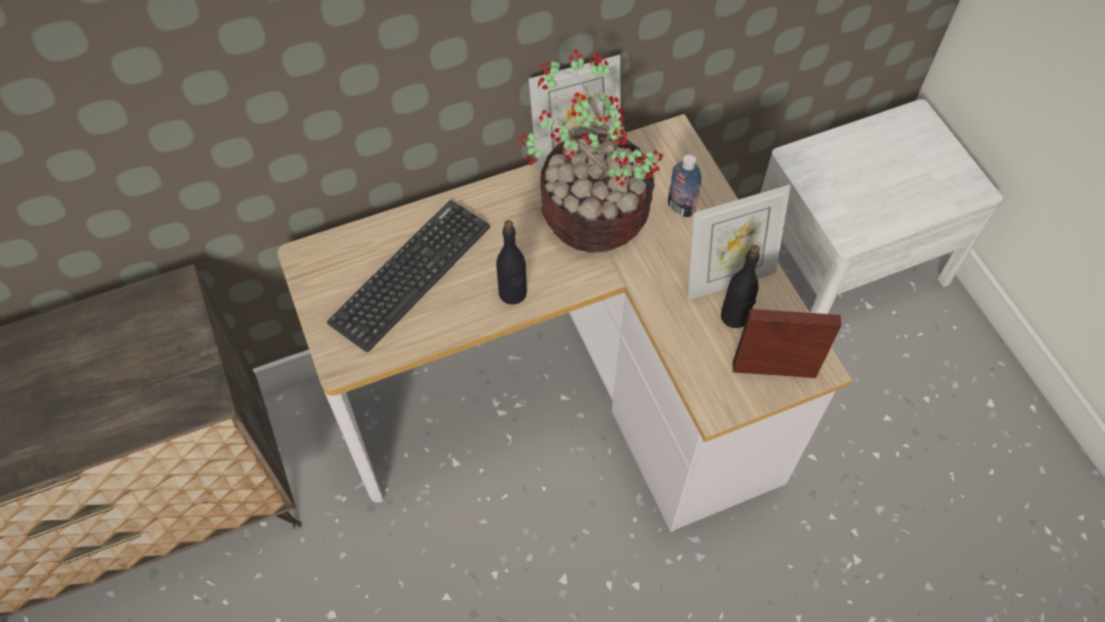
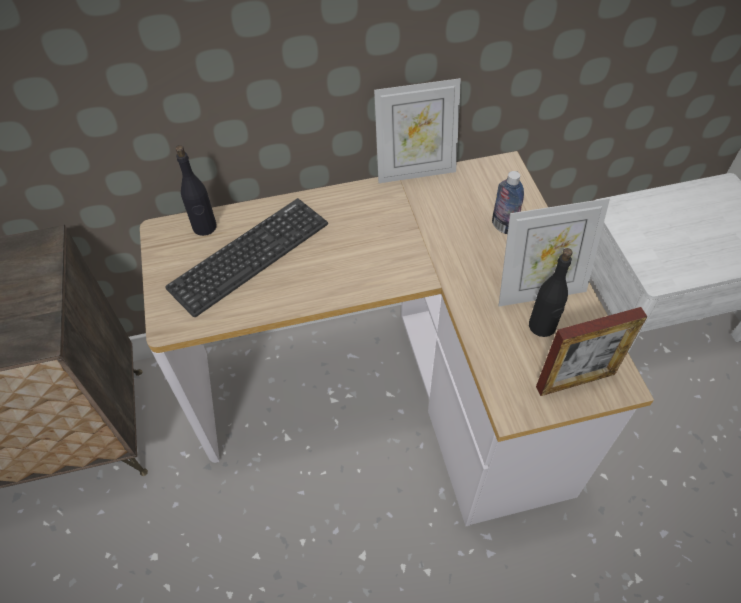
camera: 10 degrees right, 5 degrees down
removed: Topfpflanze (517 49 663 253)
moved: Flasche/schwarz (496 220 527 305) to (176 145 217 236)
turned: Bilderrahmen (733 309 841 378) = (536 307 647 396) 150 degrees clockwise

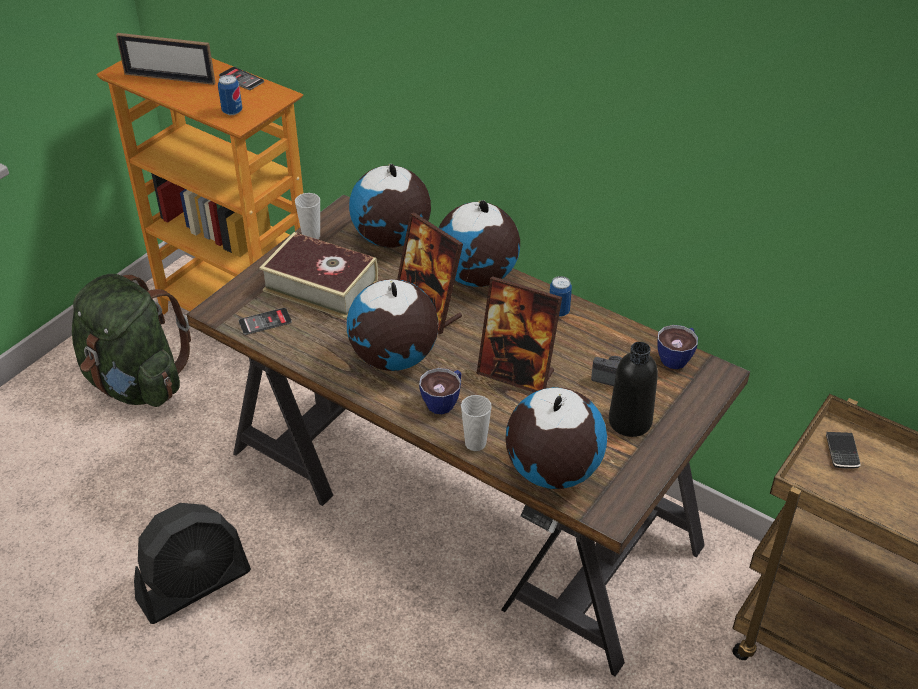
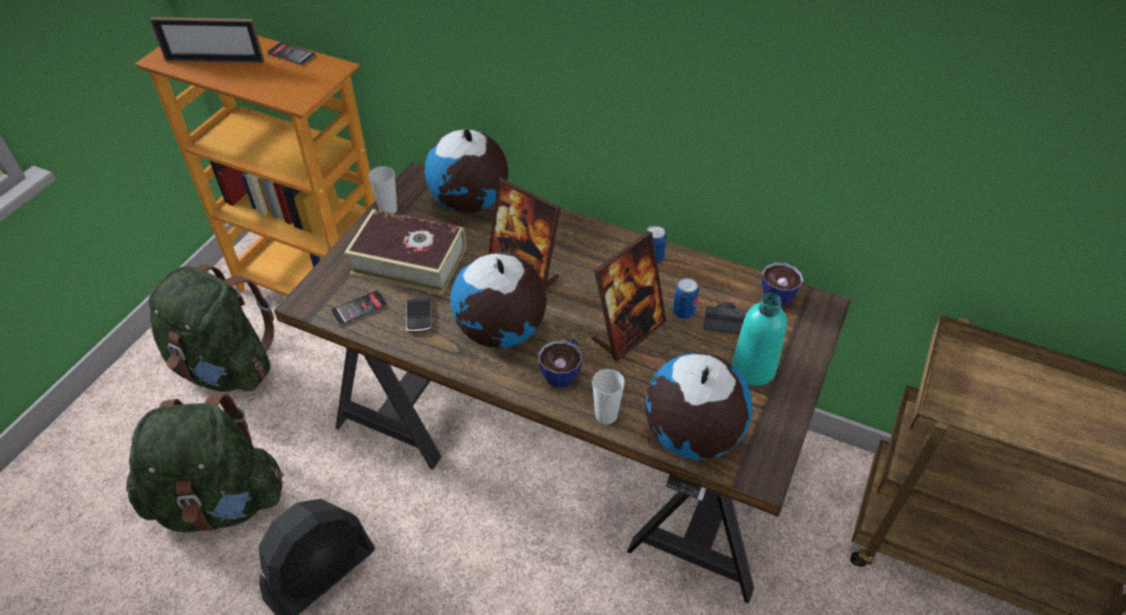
camera: 10 degrees left, 5 degrees up
removed: Globus (439 200 520 287)
added: Rucksack/grün (126 393 283 532)
moved: Dose (218 75 242 115) to (673 278 699 319); Handy (826 432 861 469) to (406 298 432 333)
recoloured: Flasche/schwarz (609 342 658 437) to Flasche/türkis (732 293 787 386)
turned: Bilderrahmen (476 276 562 392) = (592 231 667 362) 60 degrees counterclockwise

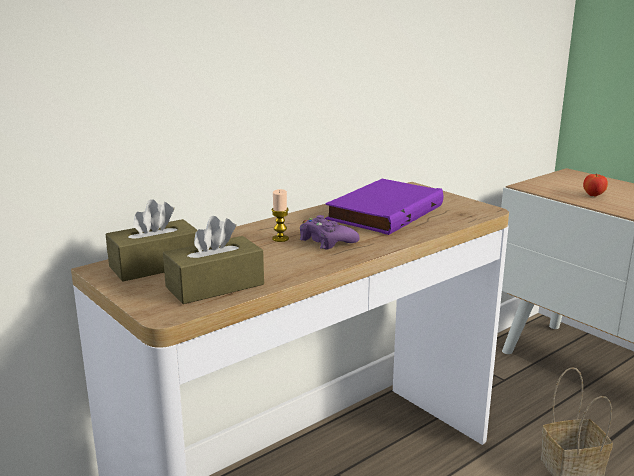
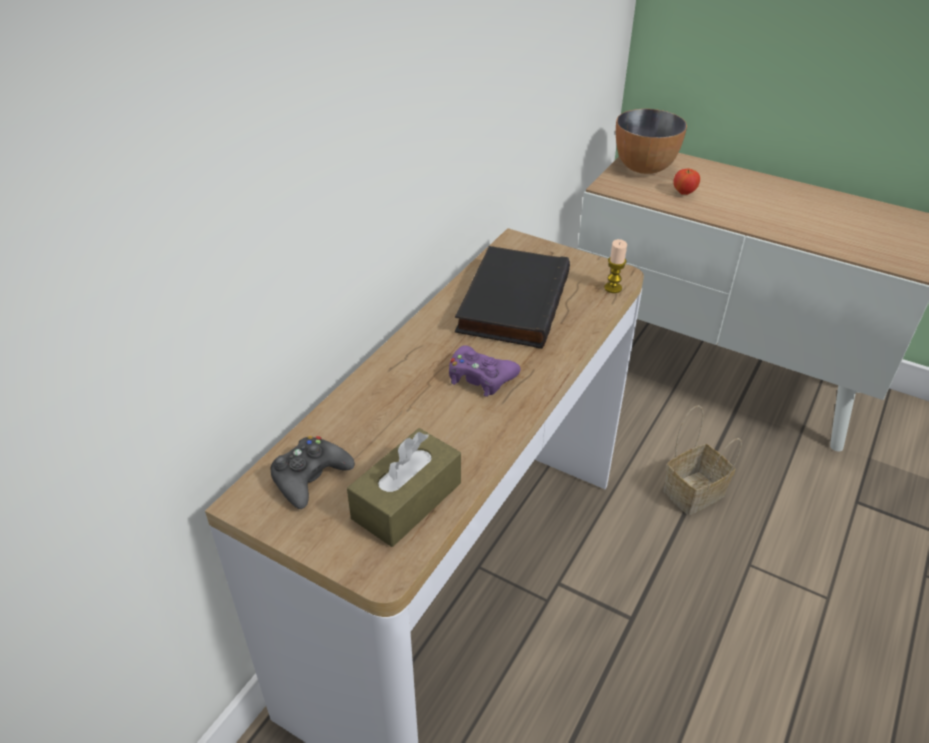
camera: 20 degrees left, 20 degrees up
added: Schüssel (616 109 687 174)
moved: Kerze (271 189 289 242) to (604 239 627 293)
replaced: Taschentuchbox/braun (106 199 198 282) to Gamepad/schwarz (270 436 355 509)
recoloured: Buch/lila (325 179 444 235) to Buch/schwarz (455 246 570 349)

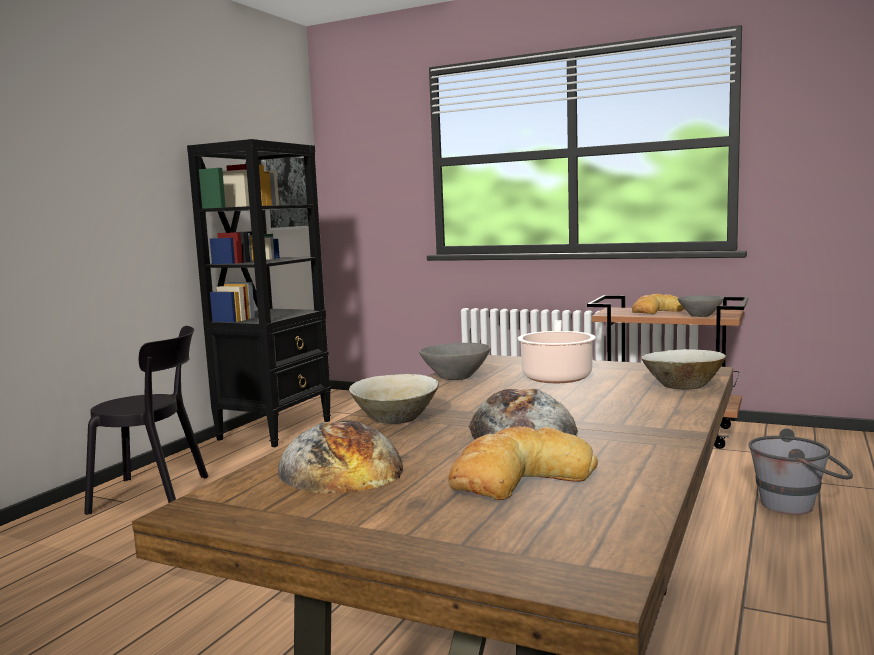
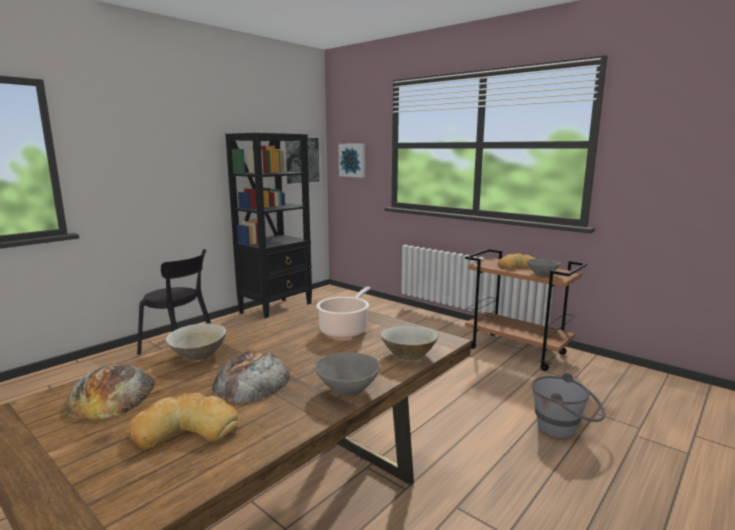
camera: 15 degrees right, 5 degrees up
added: Bild (339 143 365 178)
moved: Schüssel/grau (419 343 490 380) to (314 353 381 396)

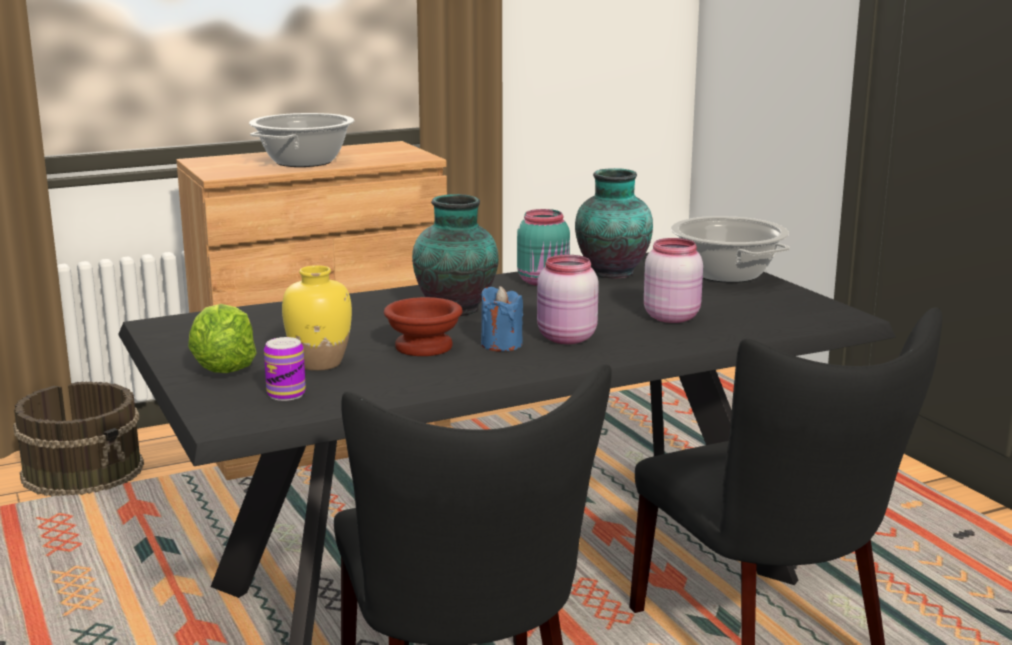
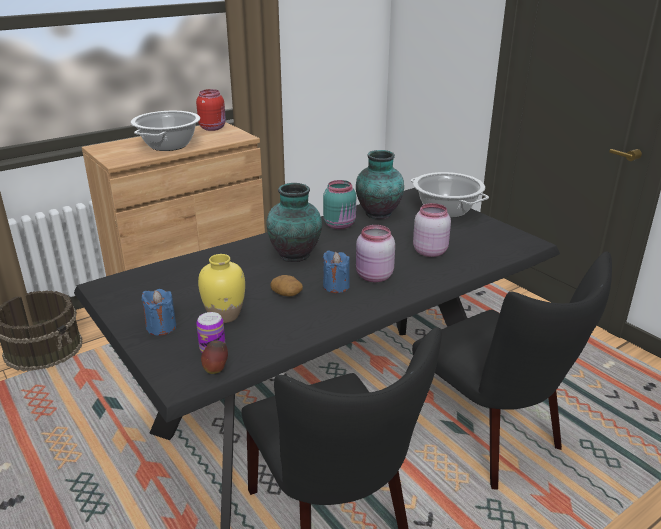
camera: 10 degrees left, 10 degrees up
added: Vorratsglas/rot (196 89 226 131); Apfel (201 340 228 374)
replaced: Salatkopf (188 304 256 373) to Kerze/blau (142 289 176 335); Schüssel/braun (384 297 462 356) to Kartoffel (270 275 303 296)

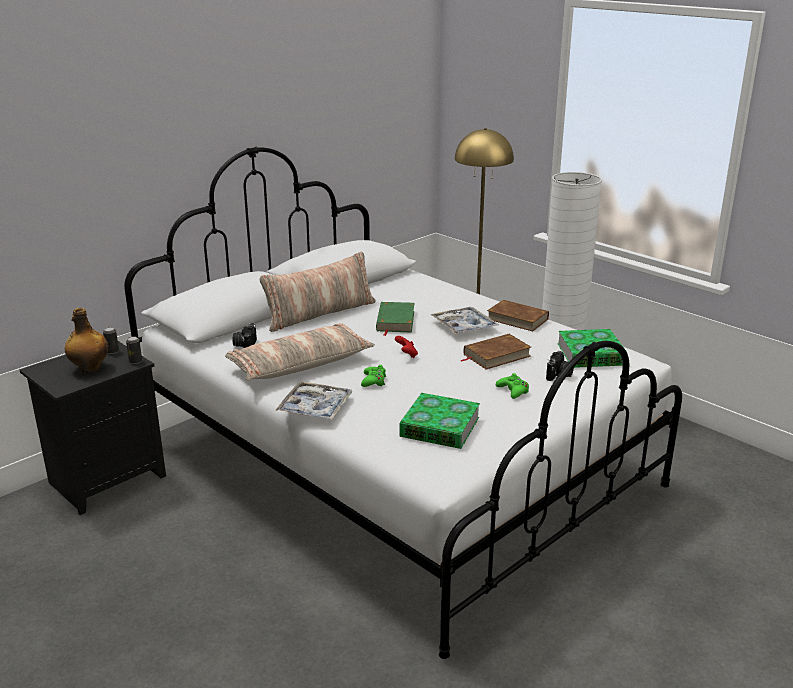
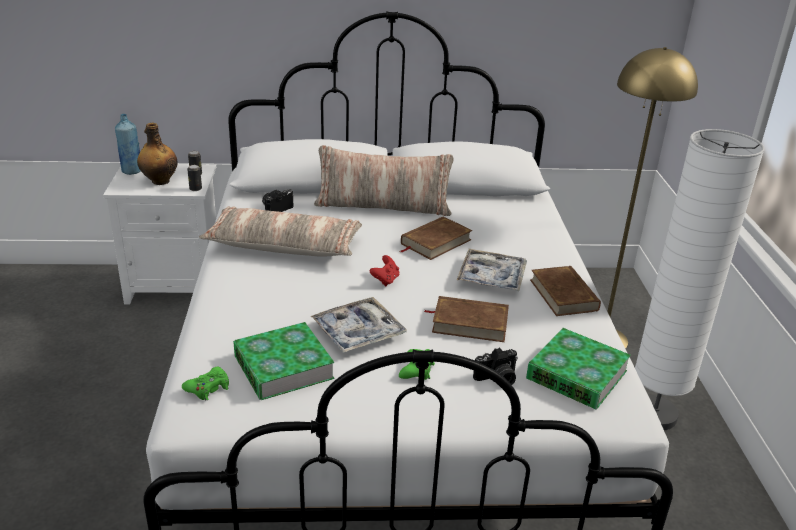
camera: 40 degrees right, 5 degrees up
added: Flasche/blau (115 114 140 175)
moved: Tablett (275 381 352 420) to (310 297 407 353); Gamepad/grün (361 365 386 387) to (182 367 229 401)
recoloured: Nachttisch/schwarz (20 341 166 515) to Nachttisch/weiß (103 164 216 304); Buch/grün (376 302 414 336) to Buch/braun (400 216 472 260)

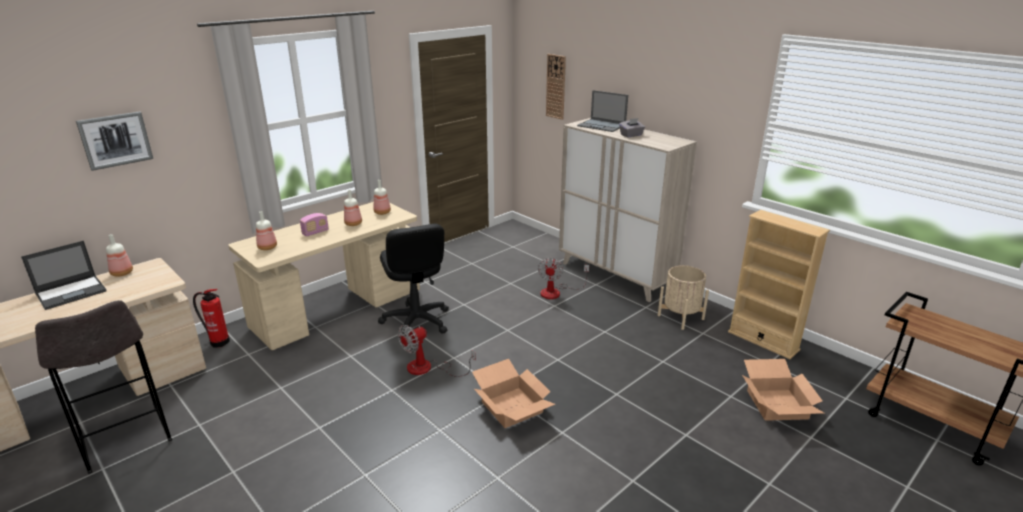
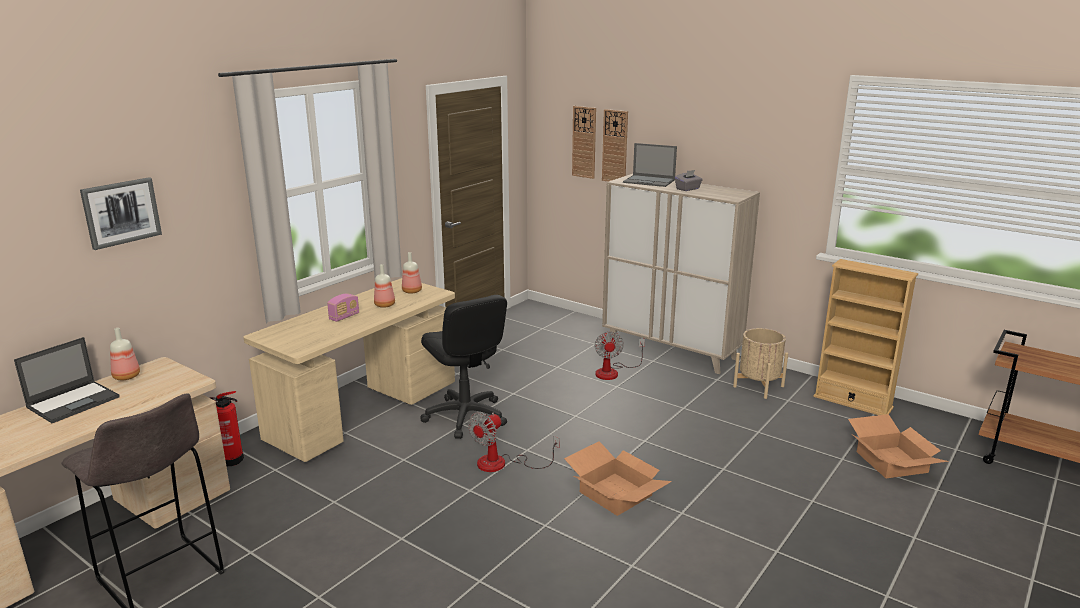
camera: 10 degrees left, 5 degrees down
removed: Flasche (256 211 277 250)
added: Wanduhr (602 109 628 182)

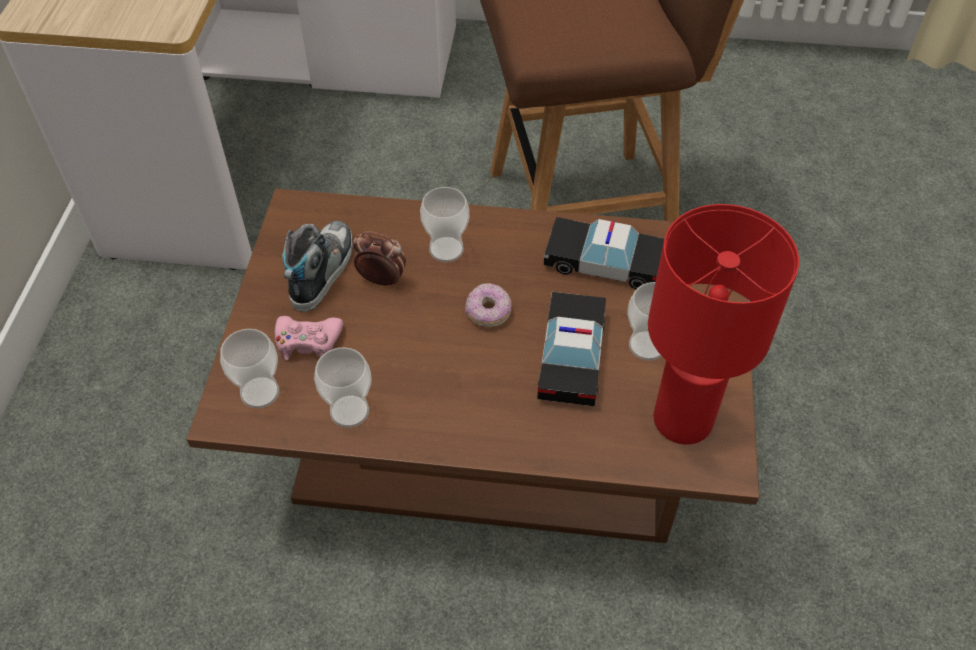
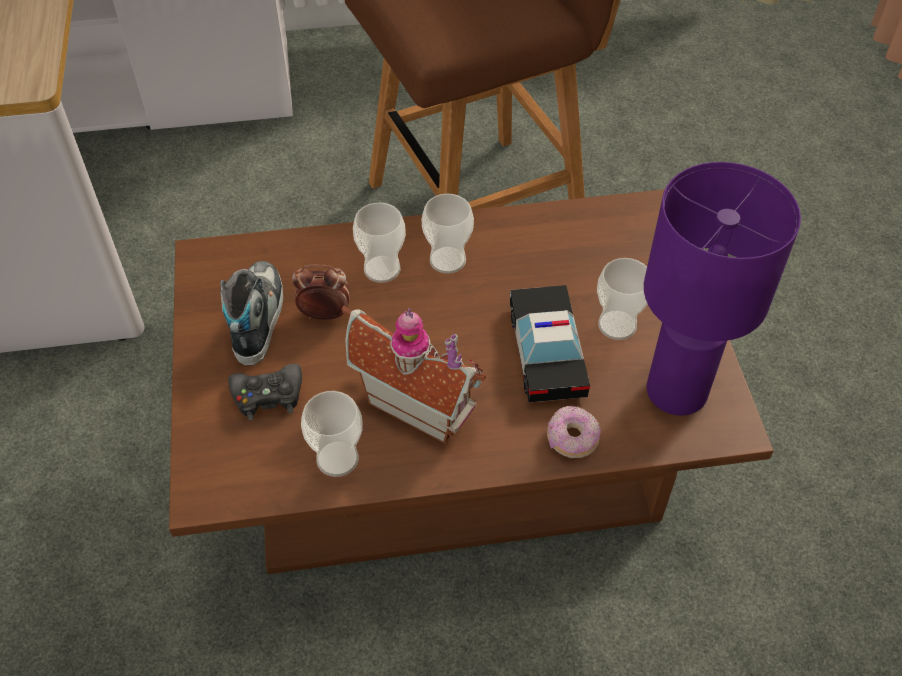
camera: 15 degrees left, 0 degrees up
removed: Spielzeugauto (544 217 664 289)
added: Spielzeughaus (341 306 486 444)
moved: Tasse (220 329 279 409) to (422 194 474 274); Donut (465 283 512 327) to (547 406 600 458)
recoloured: Gamepad/rosa (275 316 343 360) to Gamepad/schwarz (228 364 302 420); Tischlampe/rot (648 204 799 445) to Tischlampe/lila (644 162 801 416)

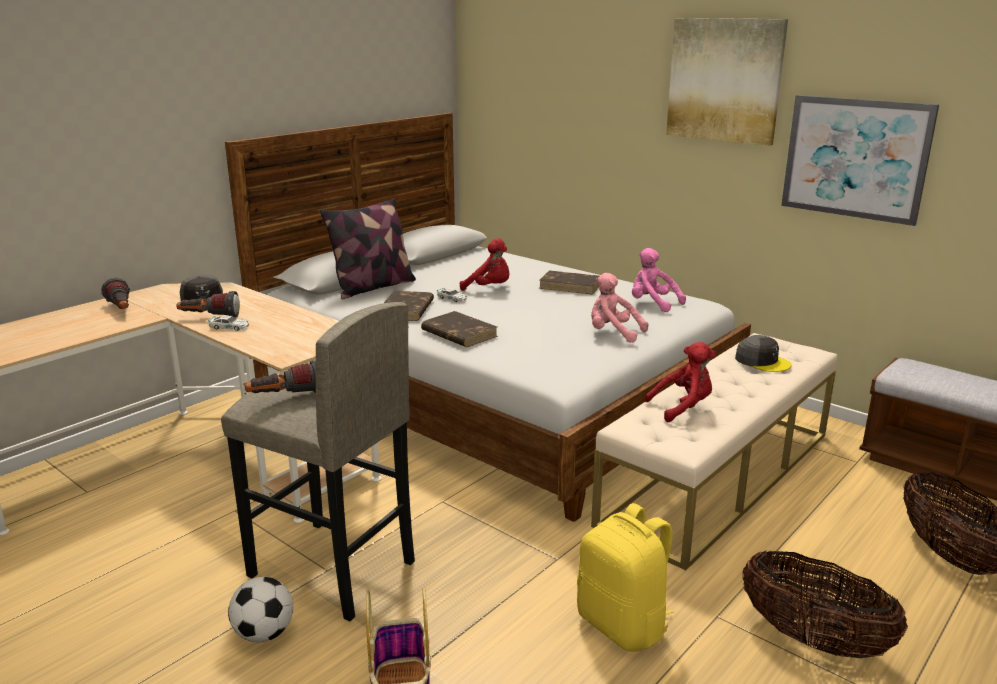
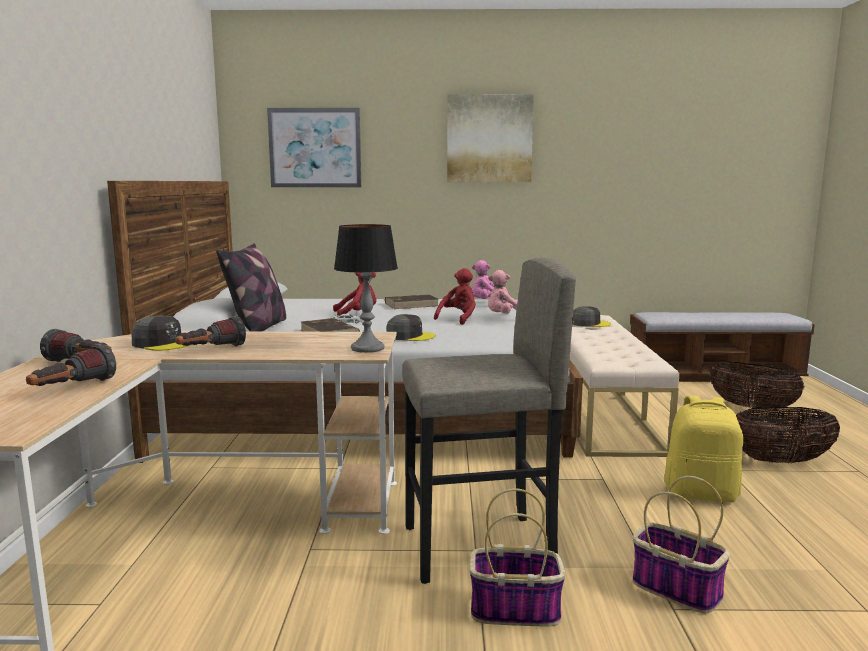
camera: 40 degrees left, 10 degrees down
removed: Spielzeugauto (208 316 250 331)
added: Tischlampe (334 224 398 353)
moved: Taschenlampe (245 360 316 393) to (26 344 116 386); Plüschtier/rot (645 342 716 422) to (434 268 476 325); Bild (781 95 939 226) to (267 108 361 188)
replaced: Fußball (228 577 293 642) to Korb (470 488 565 626); Buch/braun (421 311 498 347) to Kappe/grau (386 314 436 341)

